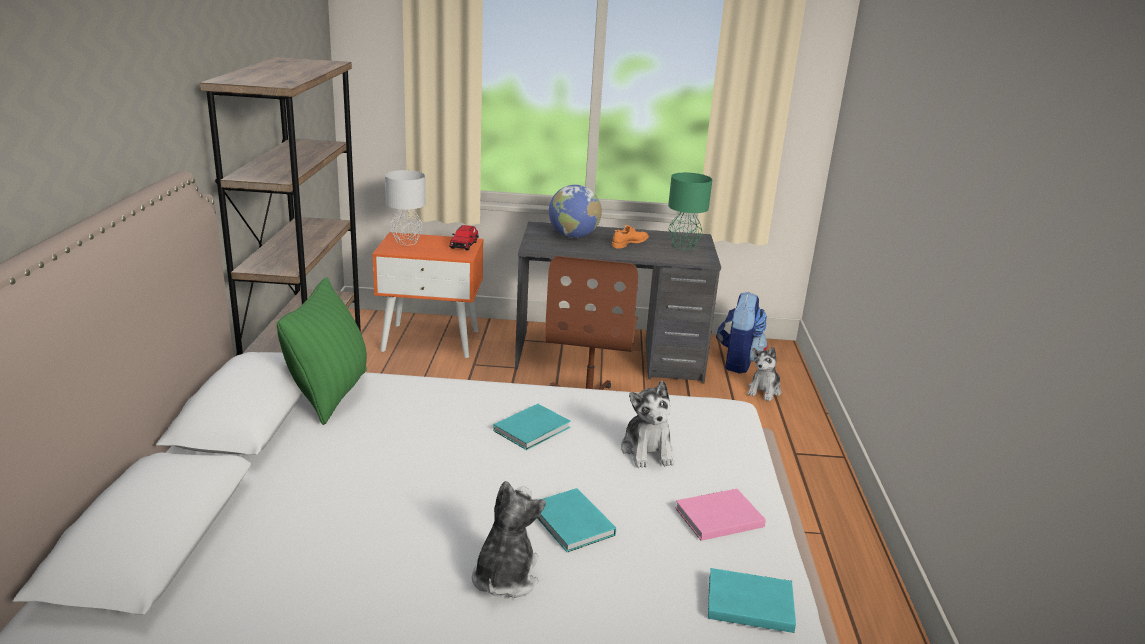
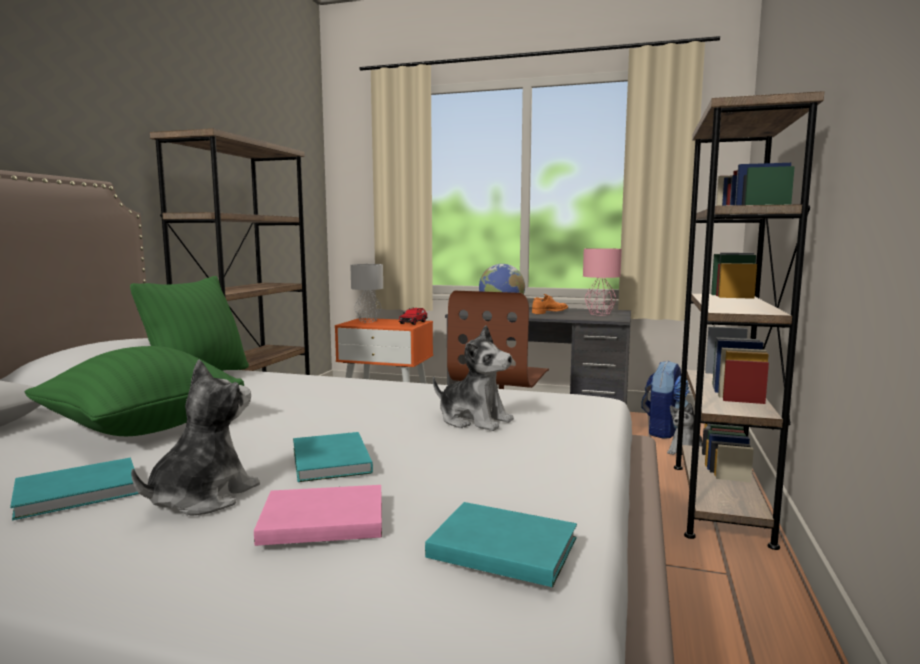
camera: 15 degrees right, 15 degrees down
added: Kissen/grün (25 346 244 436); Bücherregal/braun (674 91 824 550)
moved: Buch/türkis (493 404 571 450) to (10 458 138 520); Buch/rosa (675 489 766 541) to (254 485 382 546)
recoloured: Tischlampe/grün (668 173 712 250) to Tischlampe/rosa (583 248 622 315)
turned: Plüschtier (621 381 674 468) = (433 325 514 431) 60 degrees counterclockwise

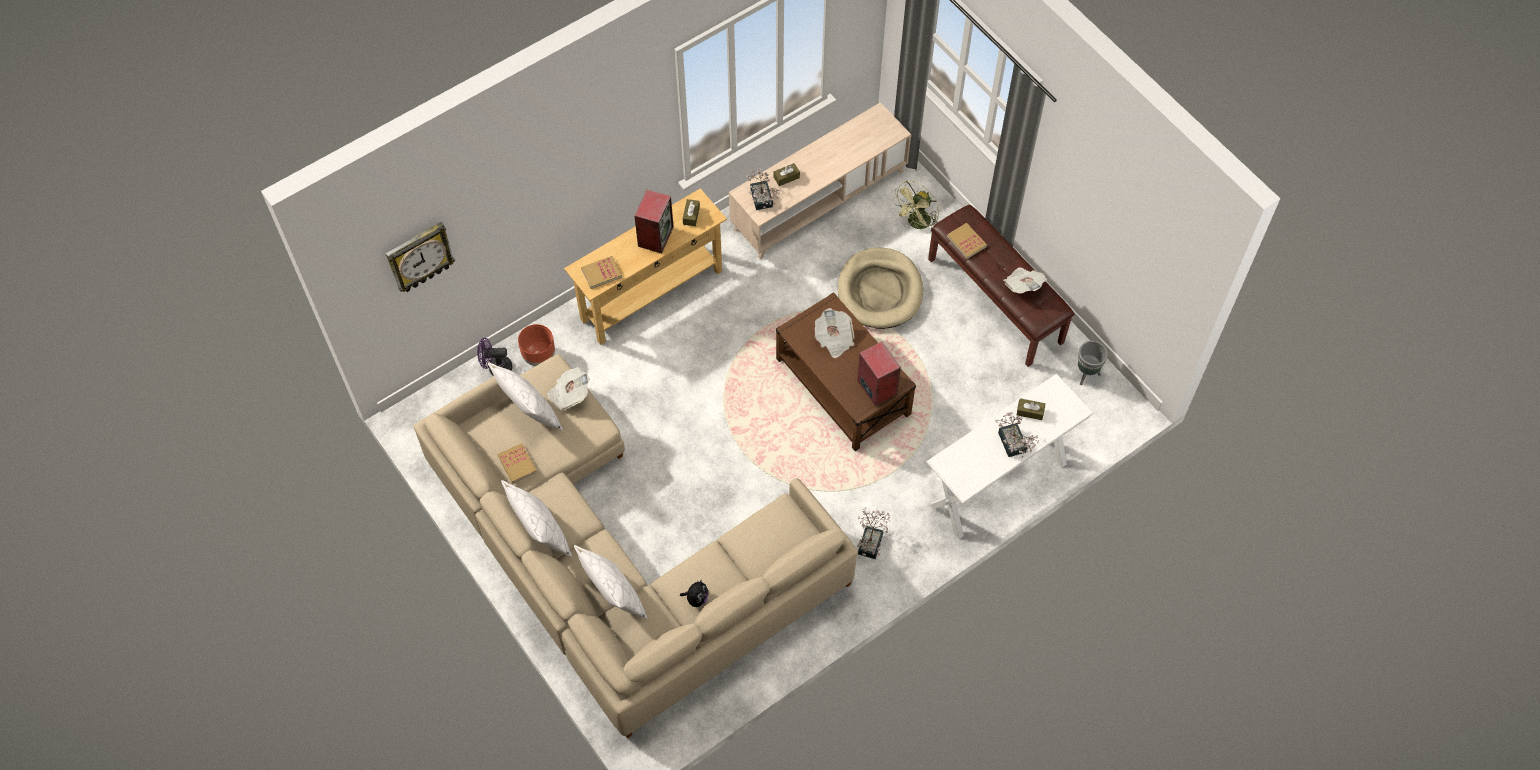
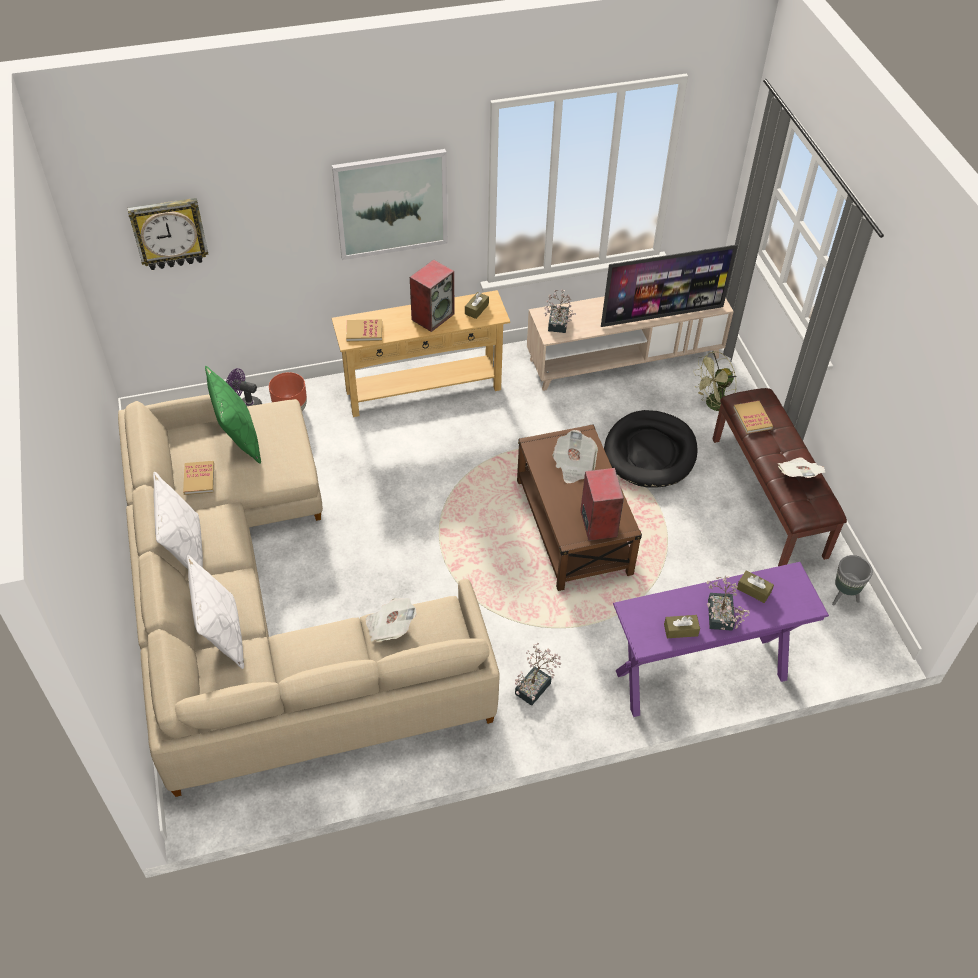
camera: 20 degrees right, 10 degrees down
removed: Plüschtier (680 580 709 607)
added: Bild (332 149 448 260); Fernseher (601 244 738 327)
moved: Zeitung (547 367 590 411) to (365 598 417 642); Taschentuchbox/braun (774 163 800 186) to (664 615 700 638)
recoloured: Kissen/weiß (488 362 563 431) to Kissen/grün (205 366 261 463); Hundebett/beige (838 248 923 329) to Hundebett/schwarz (604 410 698 488); Konsolentisch/weiß (926 374 1094 539) to Konsolentisch/lila (613 562 829 717)

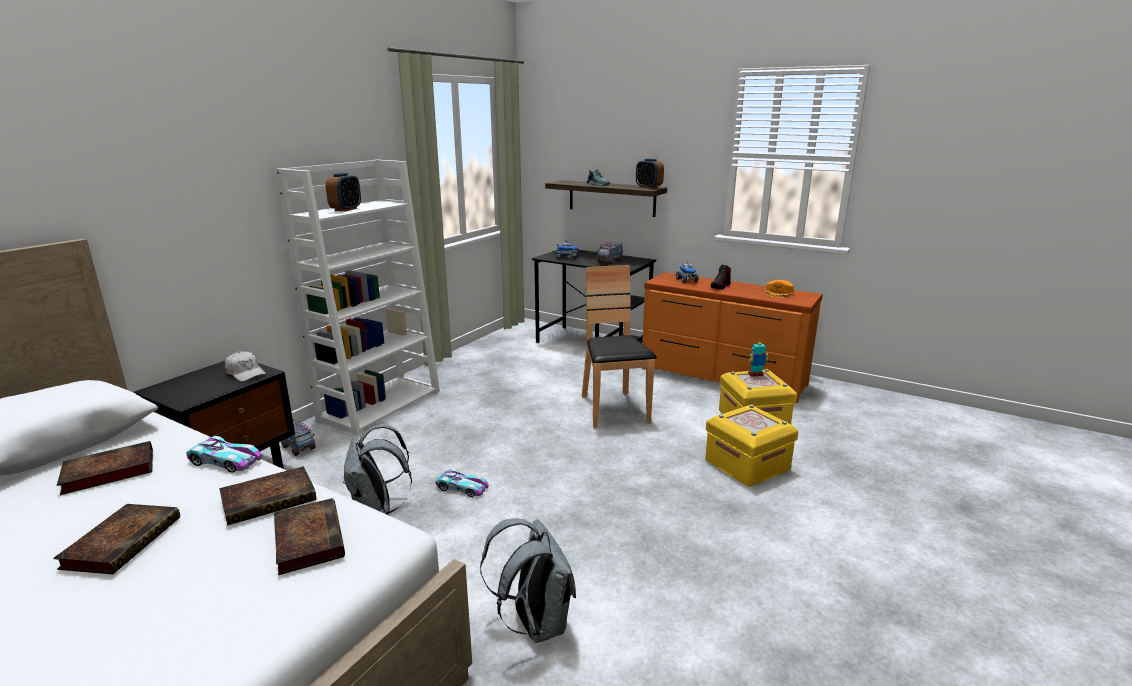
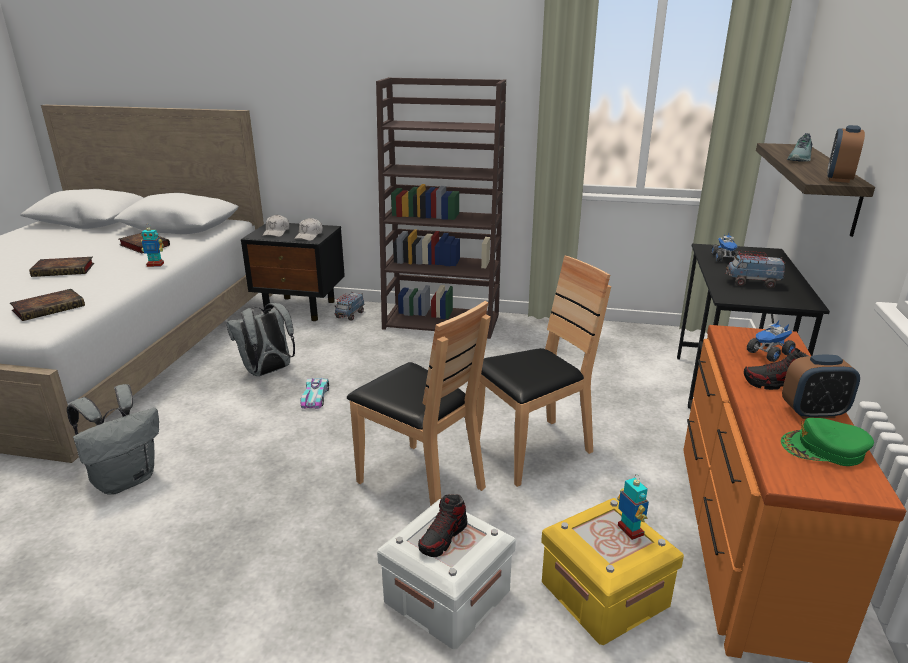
camera: 70 degrees right, 5 degrees up
removed: Buch (219 466 316 526)
added: Kappe/weiß (262 215 289 237); Stuhl/braun (347 301 491 506); Schuh (418 494 467 557)
moved: Wecker (326 173 361 211) to (782 355 860 419)
replaced: Spielzeugauto (186 436 262 473) to Spielzeugroboter (141 228 164 267)
recoloured: Bücherregal/weiß (276 160 440 435) to Bücherregal/braun (376 77 506 339); Aufbewahrungsbox/gelb (705 404 799 487) to Aufbewahrungsbox/weiß (377 499 516 649); Kappe/orange (765 280 794 298) to Kappe/grün (781 418 874 466)

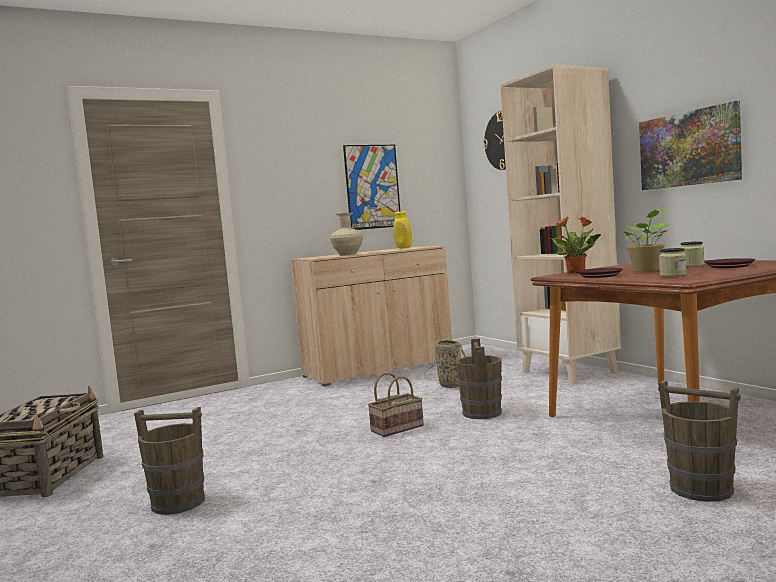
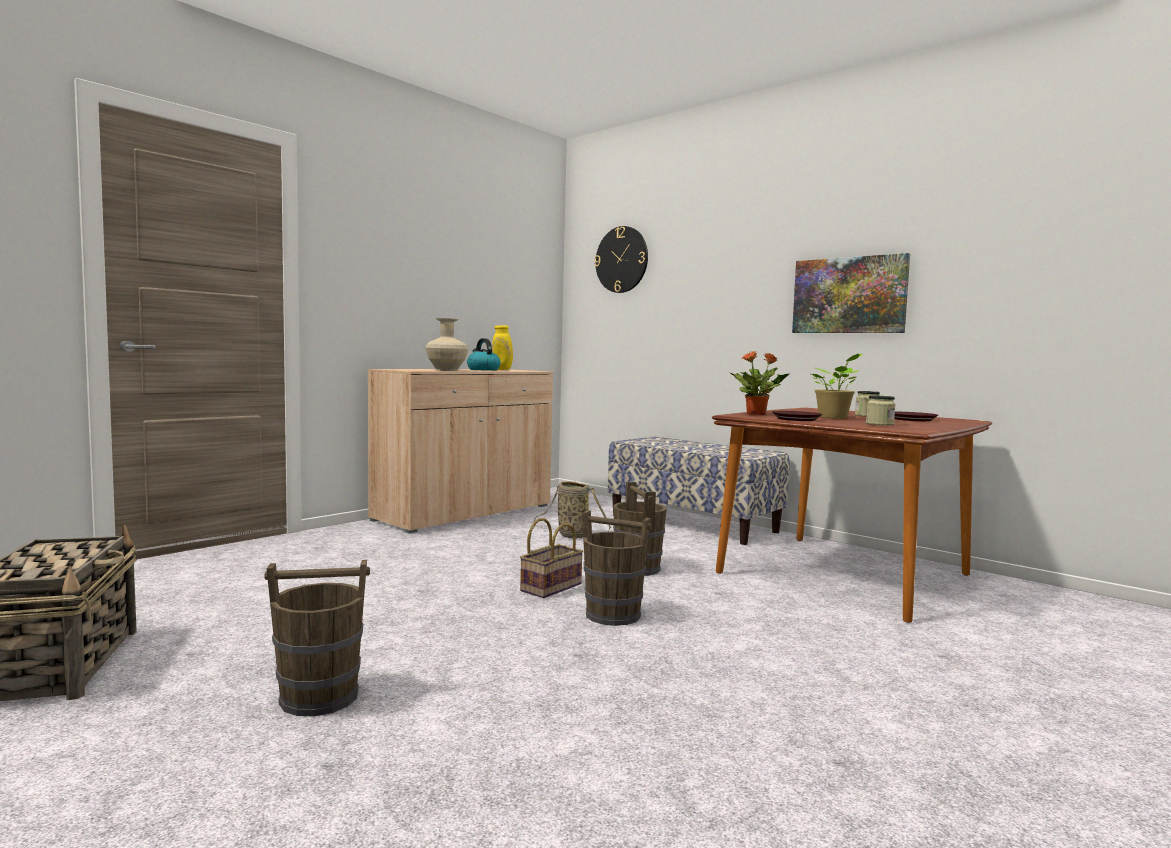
camera: 20 degrees left, 0 degrees up
removed: Bild (343 145 400 230)
added: Wasserkessel (467 338 501 371)
moved: Eimer/braun (658 380 741 502) to (582 510 651 626)
replaced: Bücherregal/beige (500 64 621 384) to Bank (608 437 790 545)

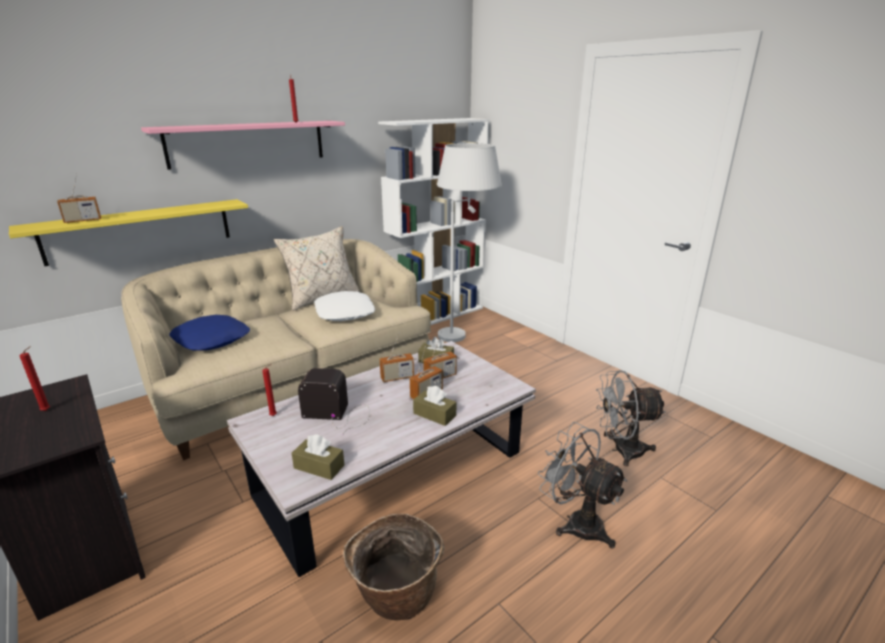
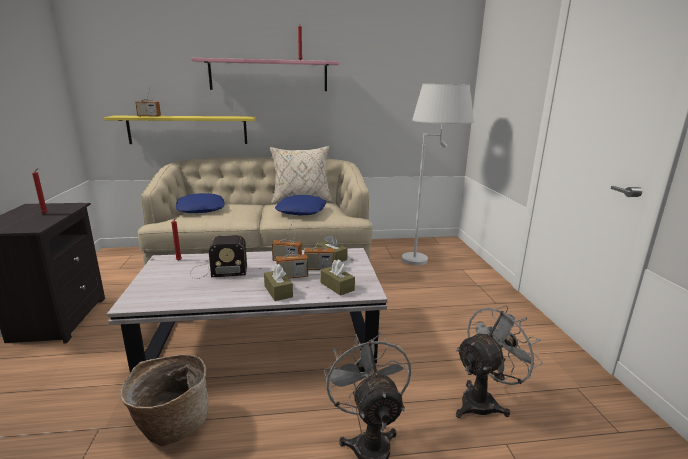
camera: 30 degrees right, 5 degrees down
removed: Bücherregal/weiß (378 118 490 325)
moved: Taschentuchbox/braun (292 434 344 480) to (320 260 355 296)
recoloured: Kissen/weiß (314 291 375 321) to Kissen/blau (275 195 327 215)
turned: Radio (298 368 370 434) = (191 235 247 279) 135 degrees clockwise; Ventilator/grau (596 370 666 466) = (456 305 543 418) 120 degrees clockwise

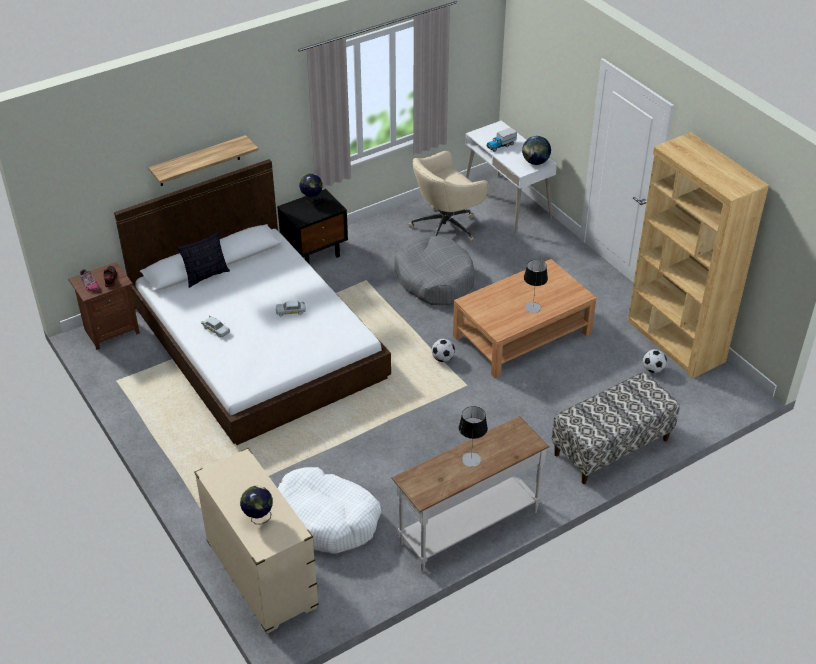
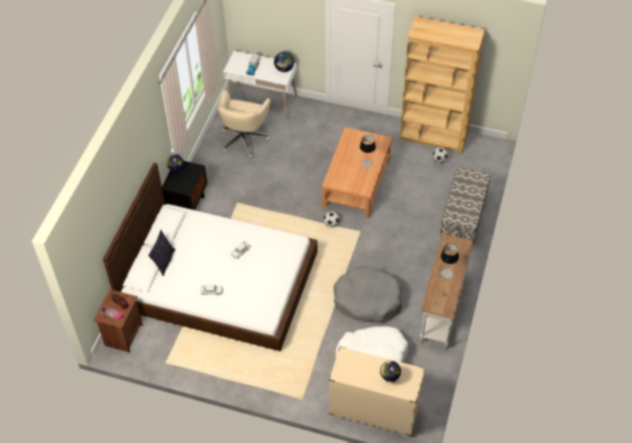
camera: 40 degrees left, 10 degrees up
removed: Wandregal (148 135 259 186)
moved: Hundebett/grau (394 235 475 305) to (333 267 402 323)

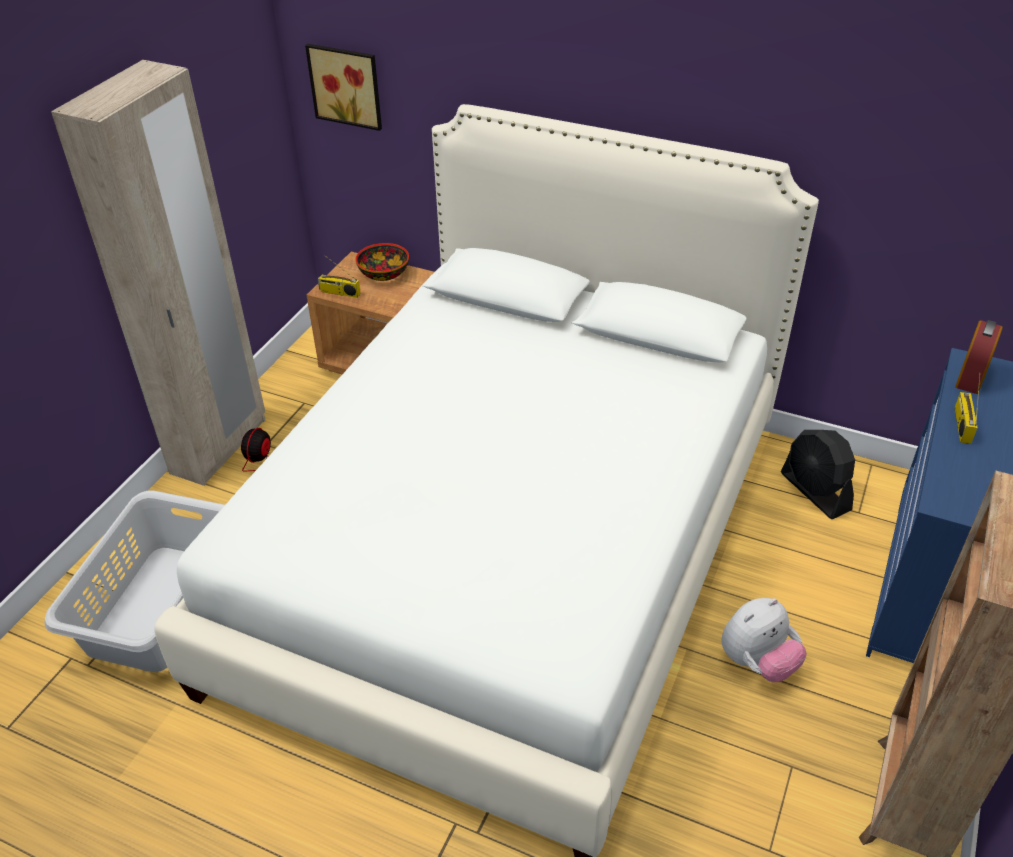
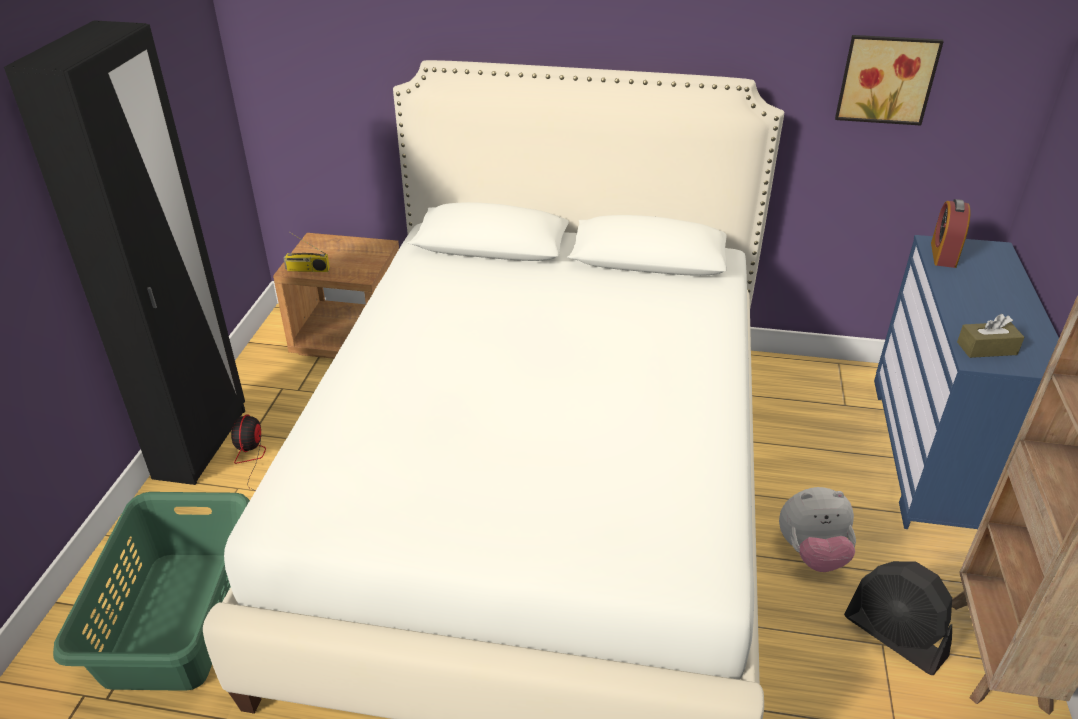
camera: 15 degrees left, 5 degrees down
removed: Schüssel (356 243 409 281); Radio (955 373 980 444)
added: Taschentuchbox/braun (957 314 1025 358)
moved: Bild (305 44 382 131) to (835 35 944 125); Ventilator/schwarz (781 430 855 519) to (844 561 952 675)
recoloured: Wäschekorb/grau (45 490 225 672) to Wäschekorb/grün (53 492 250 691); Kleiderschrank/beige (51 60 266 486) to Kleiderschrank/schwarz (4 20 245 485)
turned: Plüschtier (721 598 807 682) = (779 487 856 572) 45 degrees clockwise

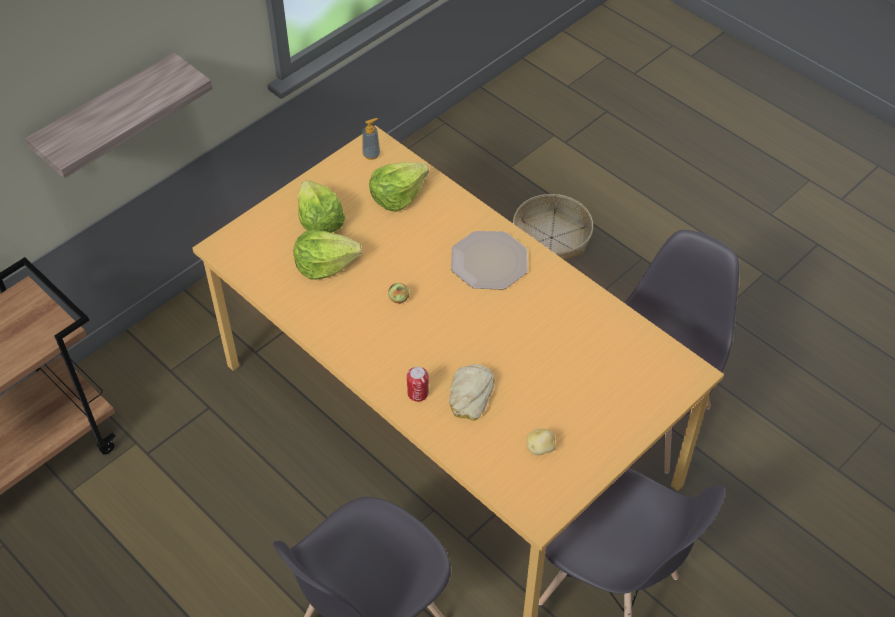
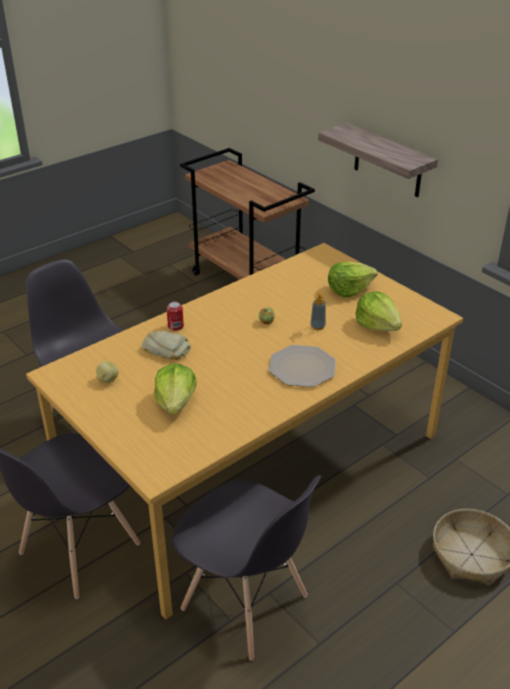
camera: 95 degrees right, 15 degrees down
moved: Salatkopf (294 230 362 280) to (154 363 197 414); Seifenspender (362 118 380 160) to (310 291 326 330)

